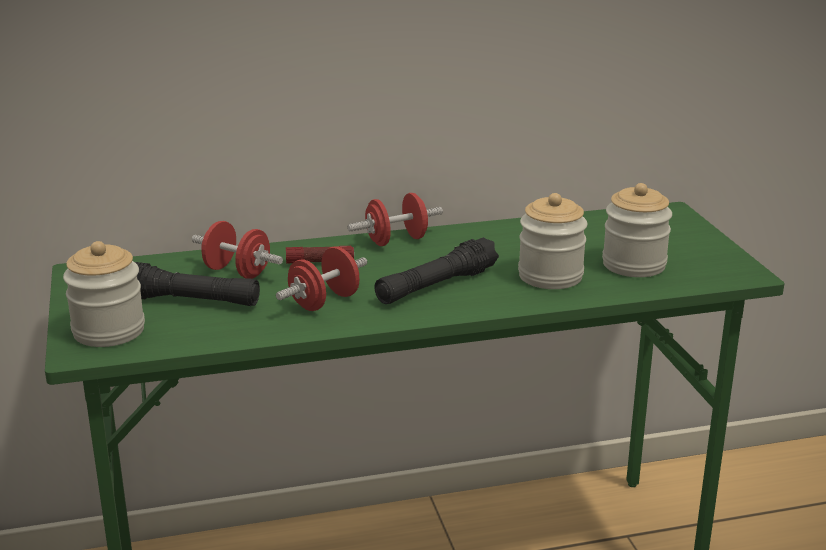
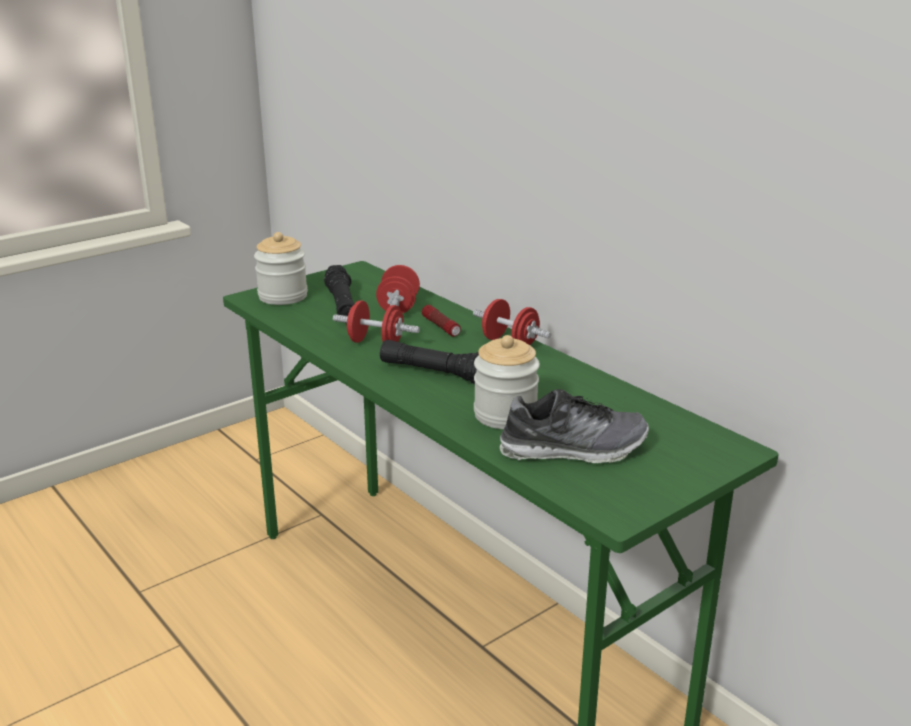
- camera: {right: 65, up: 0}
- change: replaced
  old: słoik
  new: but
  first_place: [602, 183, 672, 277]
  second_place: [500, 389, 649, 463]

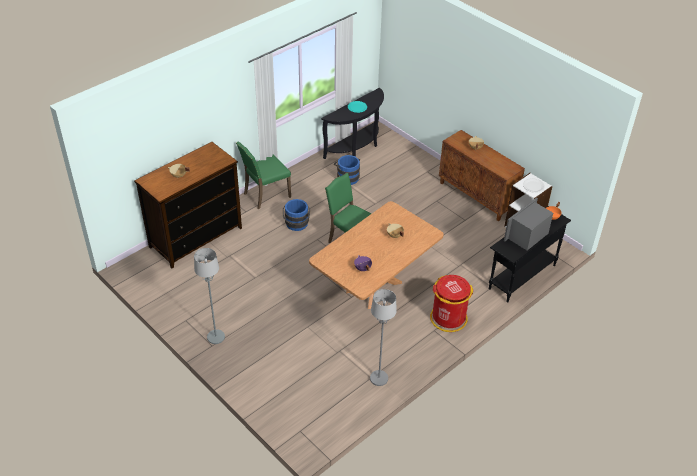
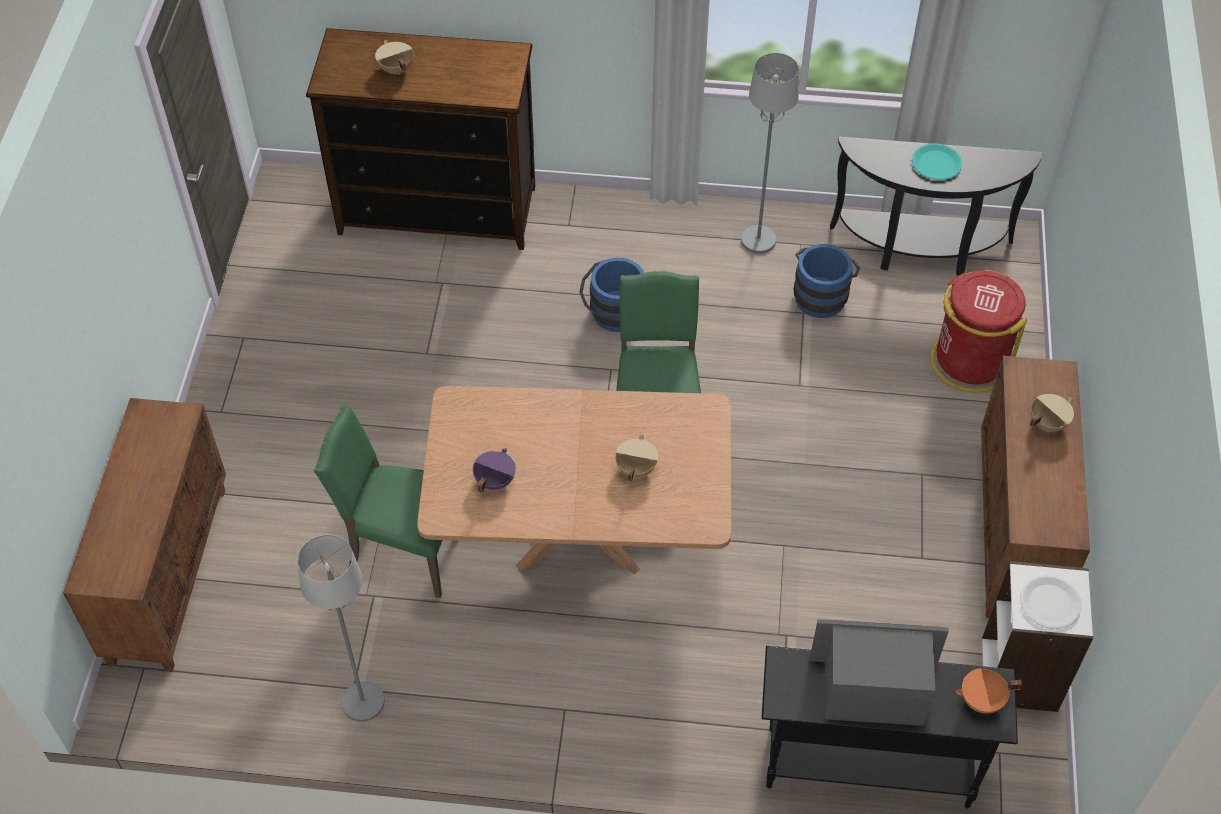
- camera: {right: 50, up: 10}
- change: added
  new: szafka (brązowy)
  second_place: [63, 398, 226, 672]
- change: moved
  old: krzesło (zielony)
  first_place: [236, 141, 291, 209]
  second_place: [314, 405, 443, 598]
- change: moved
  old: lampa stojąca (szary)
  first_place: [194, 248, 225, 344]
  second_place: [741, 53, 799, 254]
- change: moved
  old: kosz na śmieci (czerwony)
  first_place: [430, 275, 473, 332]
  second_place: [930, 270, 1027, 393]

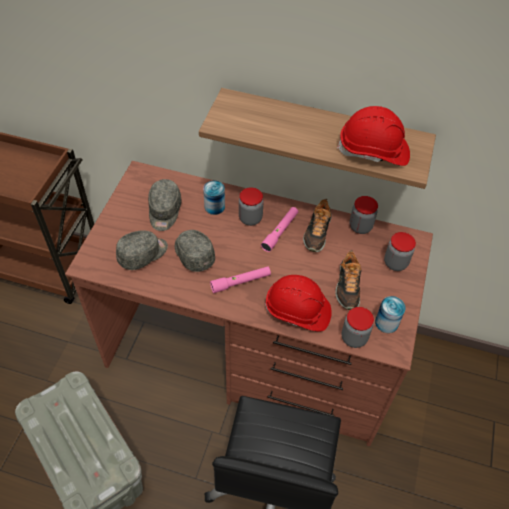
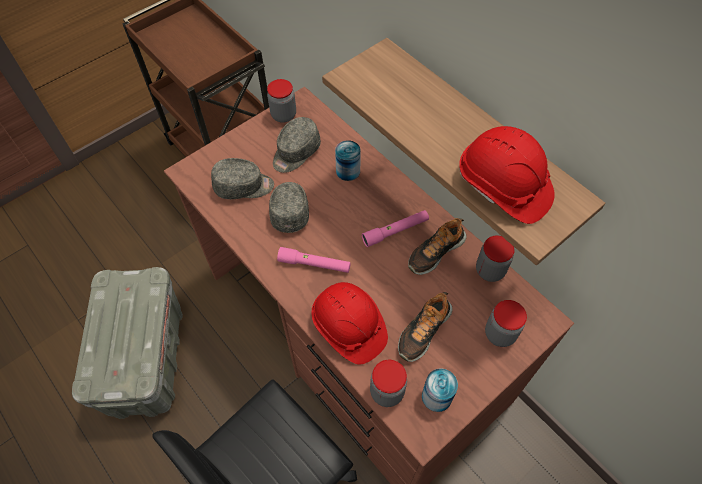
- camera: {right: 35, up: 5}
- change: moved
  old: słoik
  first_place: [239, 187, 263, 226]
  second_place: [267, 79, 296, 123]

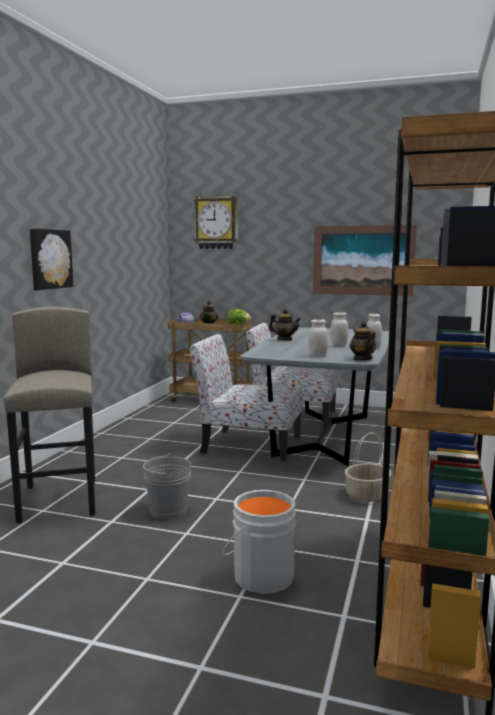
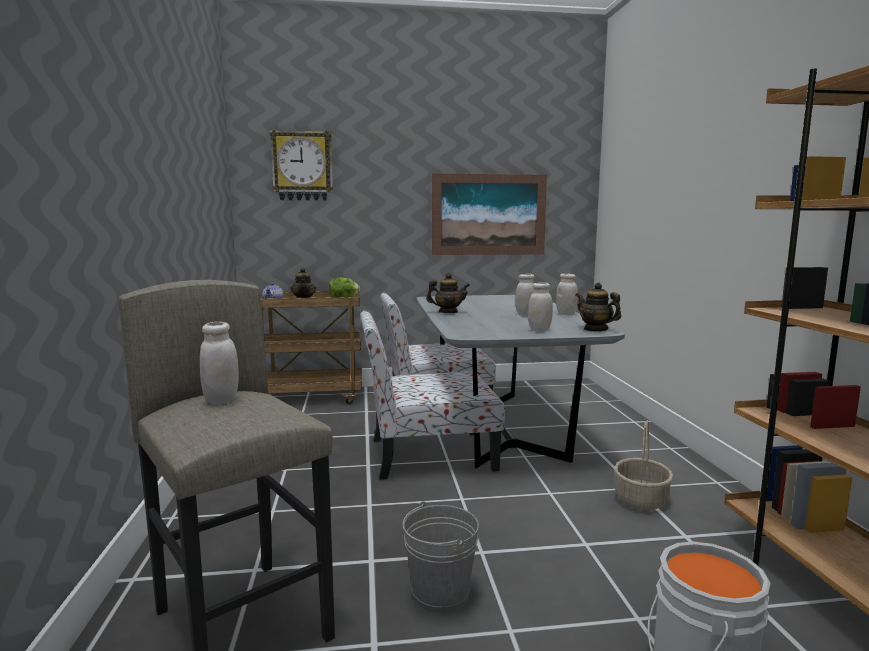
- camera: {right: -25, up: 0}
- change: added
  new: słoik (biały)
  second_place: [200, 322, 239, 404]
- change: removed
  old: obraz
  first_place: [30, 229, 73, 290]

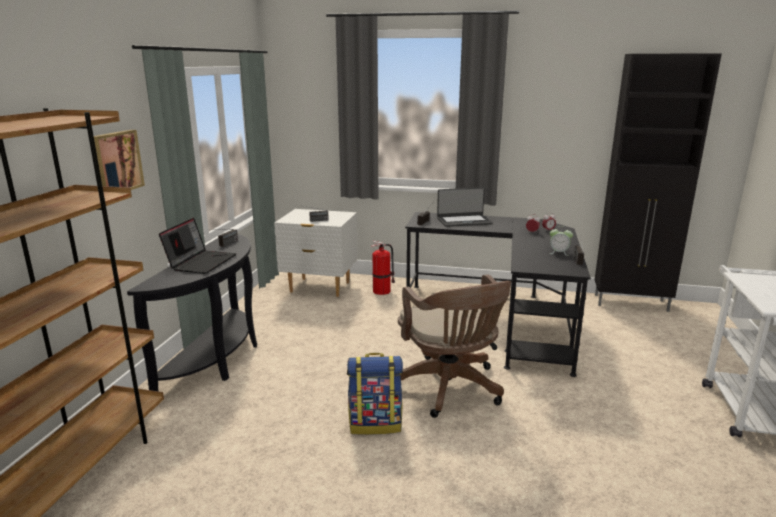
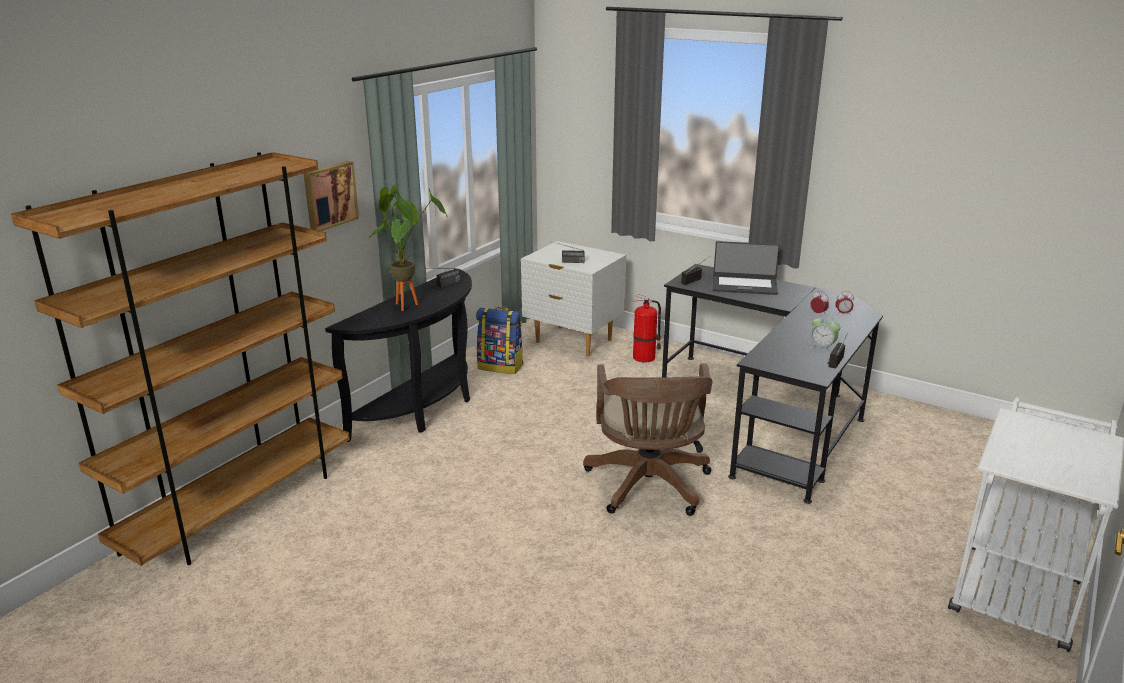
- camera: {right: 20, up: 5}
- change: replaced
  old: laptop
  new: roślina doniczkowa
  first_place: [159, 218, 236, 274]
  second_place: [369, 185, 447, 311]
- change: moved
  old: plecak
  first_place: [347, 353, 403, 435]
  second_place: [476, 307, 524, 374]
- change: removed
  old: szafka (czarny)
  first_place: [595, 53, 722, 312]

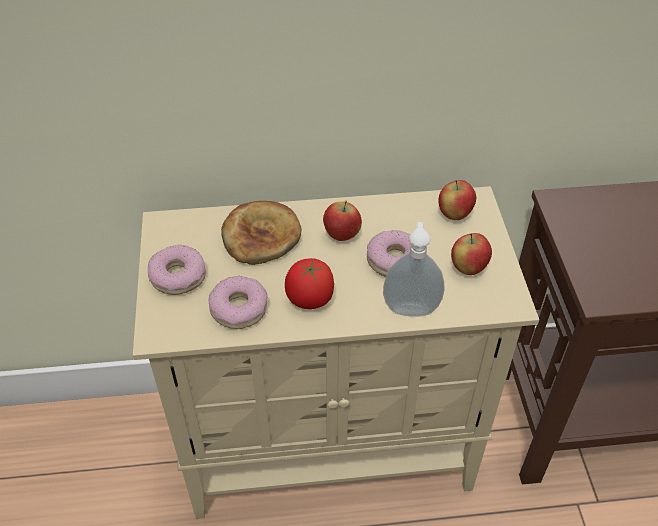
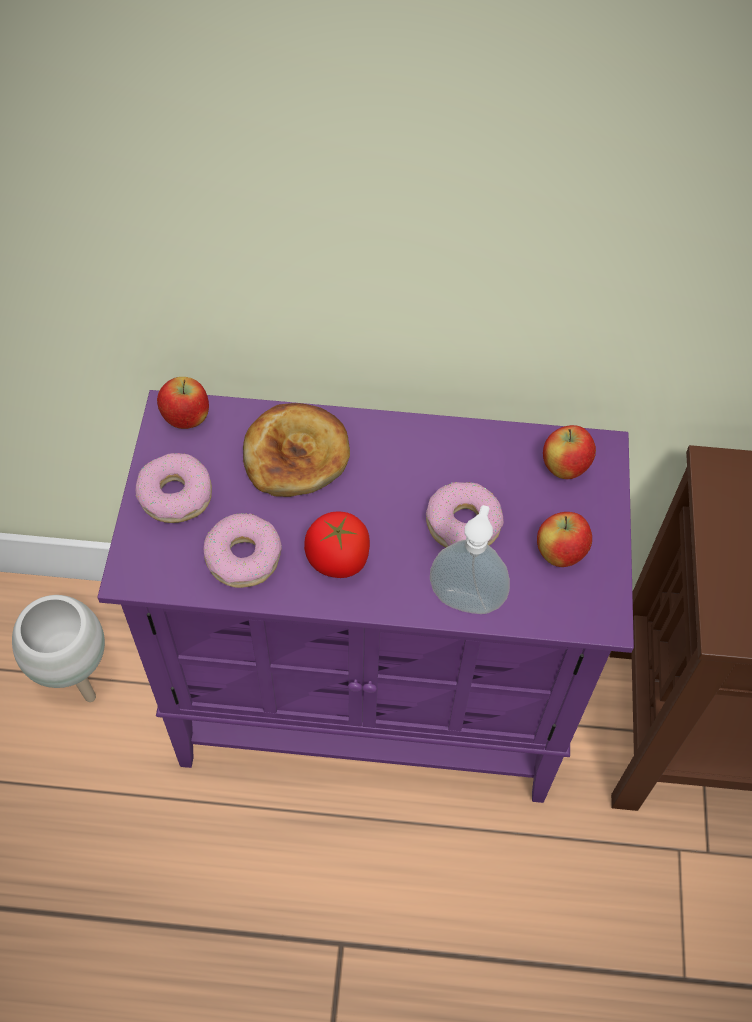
- camera: {right: 10, up: 10}
- change: added
  new: donica (biały)
  second_place: [12, 595, 105, 702]
- change: recoloured
  old: szafka (beżowy)
  new: szafka (fioletowy)
  first_place: [133, 186, 539, 519]
  second_place: [97, 390, 634, 803]
- change: moved
  old: jabłko
  first_place: [323, 201, 362, 241]
  second_place: [157, 377, 209, 429]

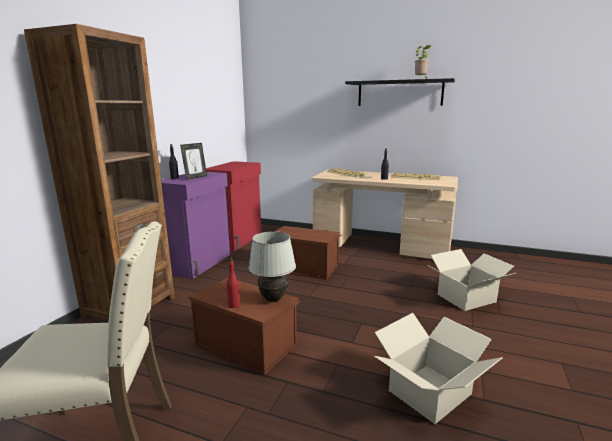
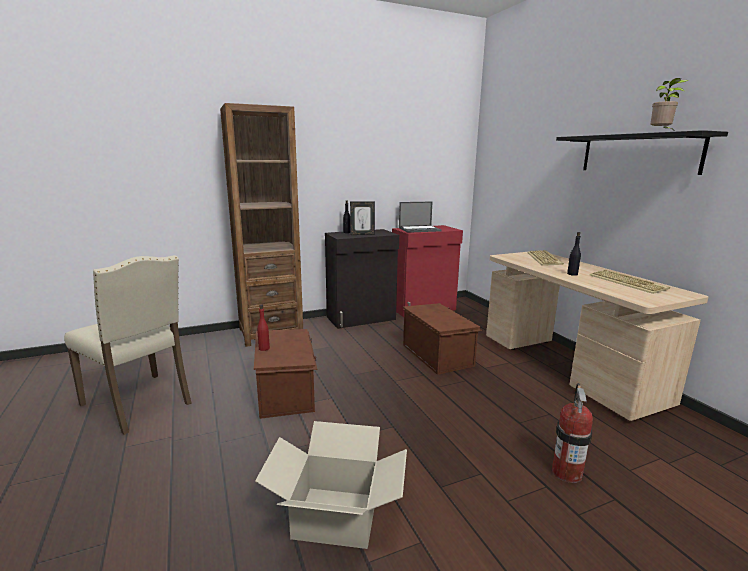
- camera: {right: 45, up: 0}
- change: recoloured
  old: szafka (fioletowy)
  new: szafka (czarny)
  first_place: [161, 172, 230, 279]
  second_place: [325, 229, 399, 329]
- change: added
  new: laptop
  second_place: [399, 202, 442, 233]
- change: replaced
  old: karton
  new: gaśnica
  first_place: [427, 249, 516, 311]
  second_place: [552, 383, 593, 483]
- change: removed
  old: lampa stołowa (biały)
  first_place: [249, 231, 296, 302]

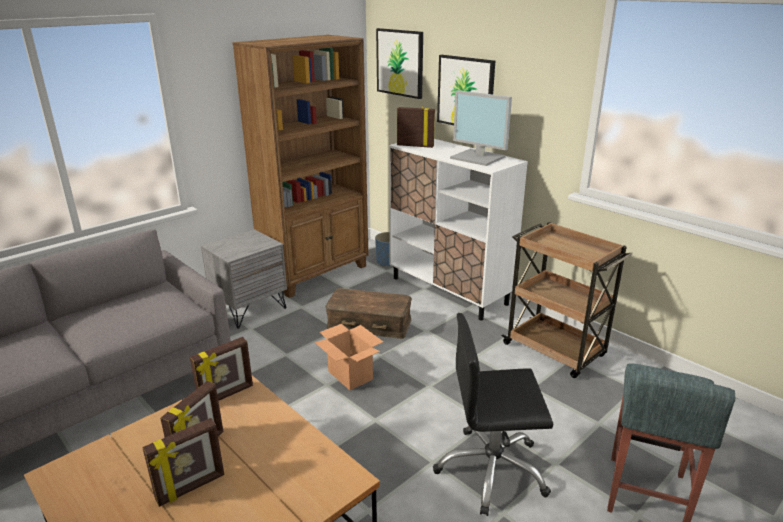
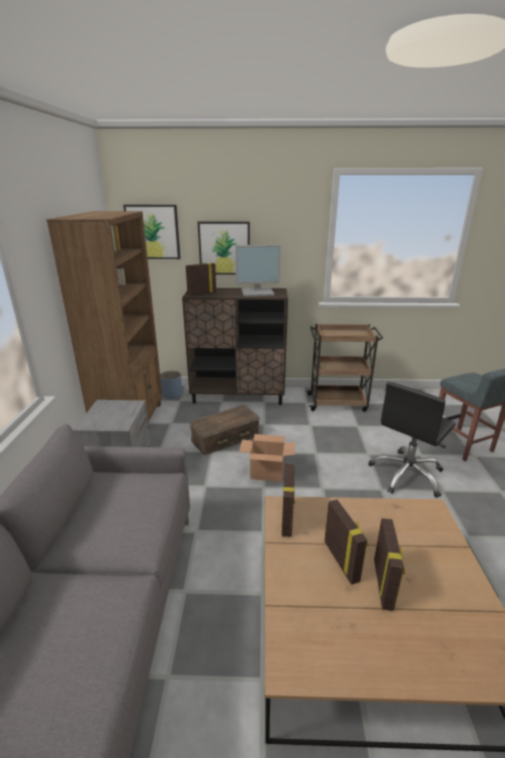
- camera: {right: -45, up: 0}
- change: recoloured
  old: szafka (biały)
  new: szafka (brązowy)
  first_place: [389, 139, 528, 320]
  second_place: [182, 288, 288, 405]

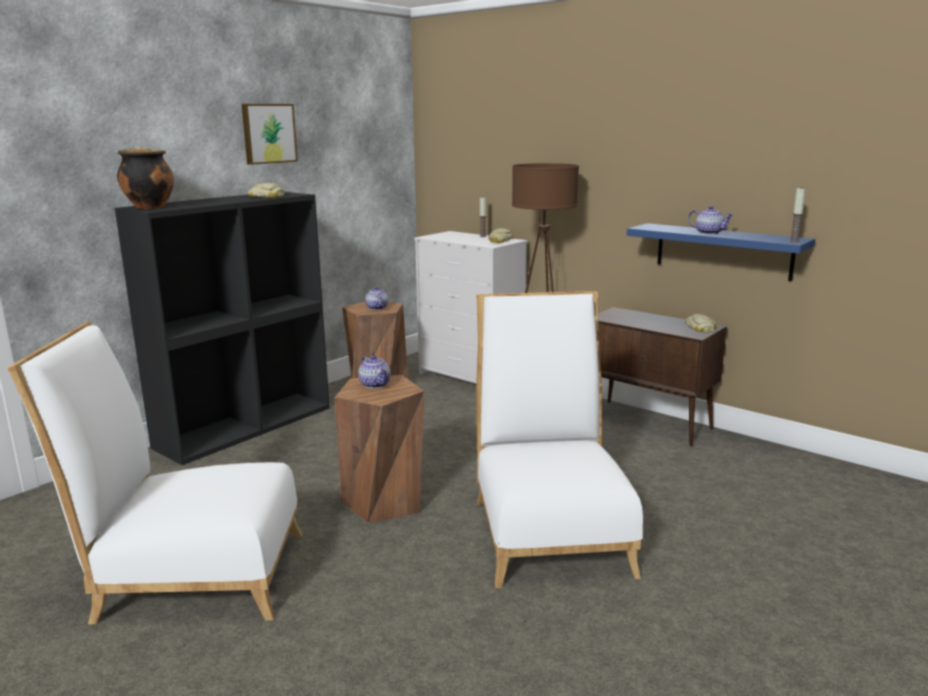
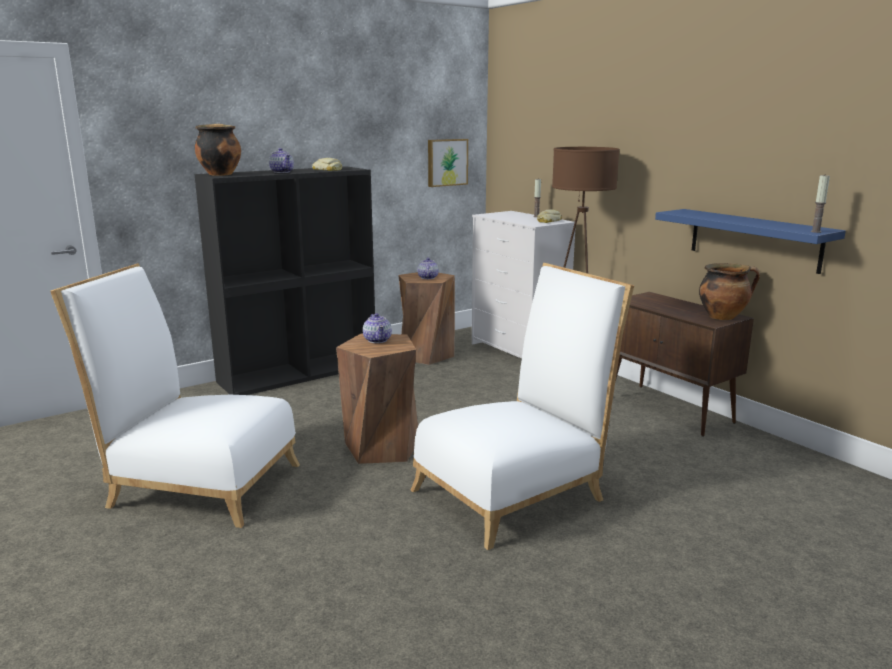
- camera: {right: 15, up: 0}
- change: moved
  old: imbryk
  first_place: [688, 206, 734, 235]
  second_place: [269, 148, 294, 173]
- change: turned
  old: krzesło (biały)
  first_place: [476, 291, 643, 588]
  second_place: [411, 263, 634, 550]
  degrees: 45
- change: moved
  old: obraz
  first_place: [242, 104, 298, 165]
  second_place: [428, 139, 468, 187]
- change: replaced
  old: chleb
  new: garnek
  first_place: [685, 314, 717, 332]
  second_place: [699, 263, 760, 320]

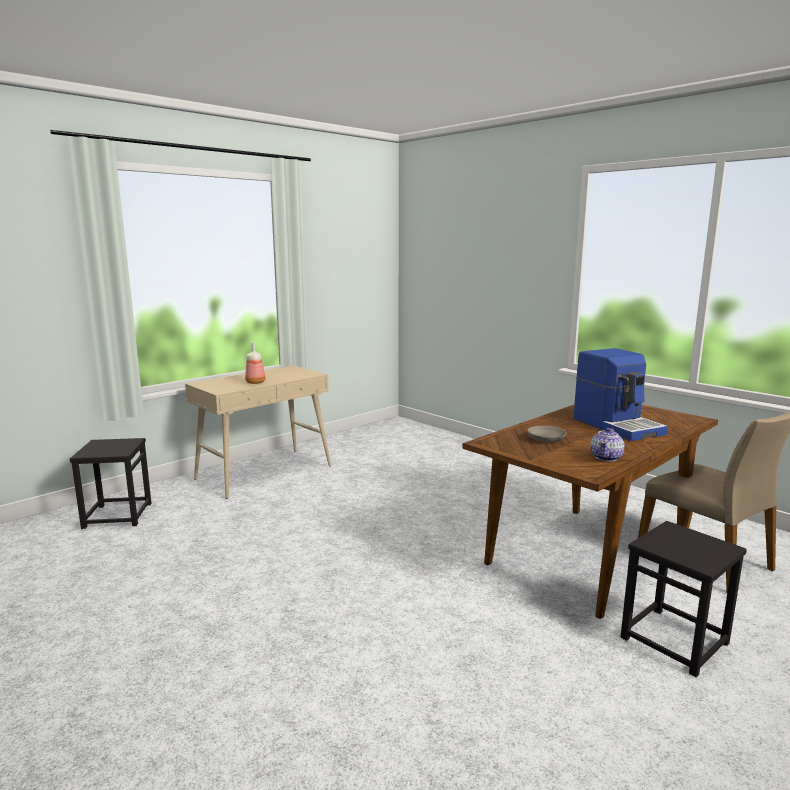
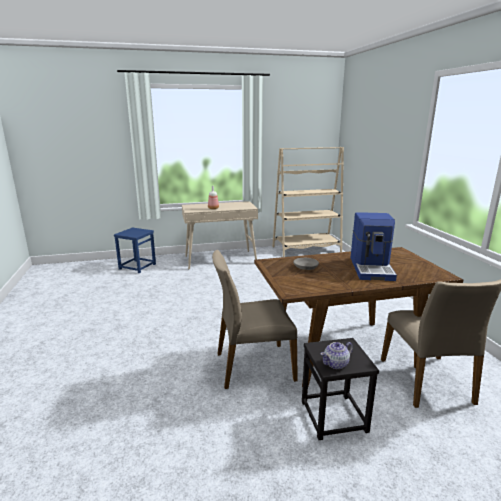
- camera: {right: 30, up: 5}
- change: recoloured
  old: stołek (czarny)
  new: stołek (niebieski)
  first_place: [70, 438, 151, 529]
  second_place: [114, 227, 156, 273]
- change: added
  new: krzesło (beżowy)
  second_place: [212, 250, 298, 389]
- change: added
  new: regał (beżowy)
  second_place: [273, 147, 344, 257]
- change: moved
  old: imbryk
  first_place: [590, 428, 624, 462]
  second_place: [321, 342, 353, 369]

